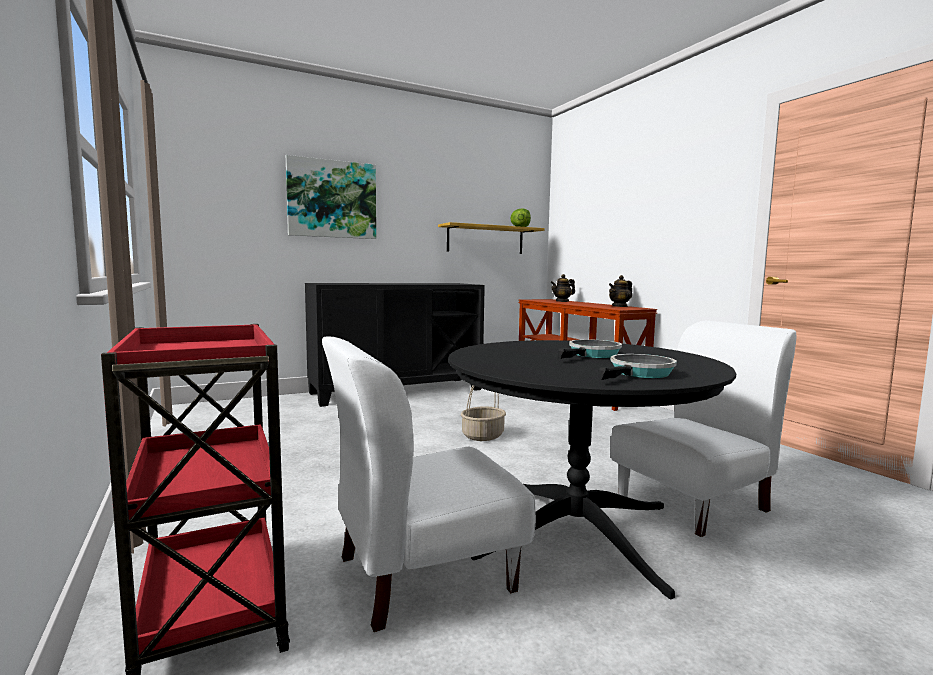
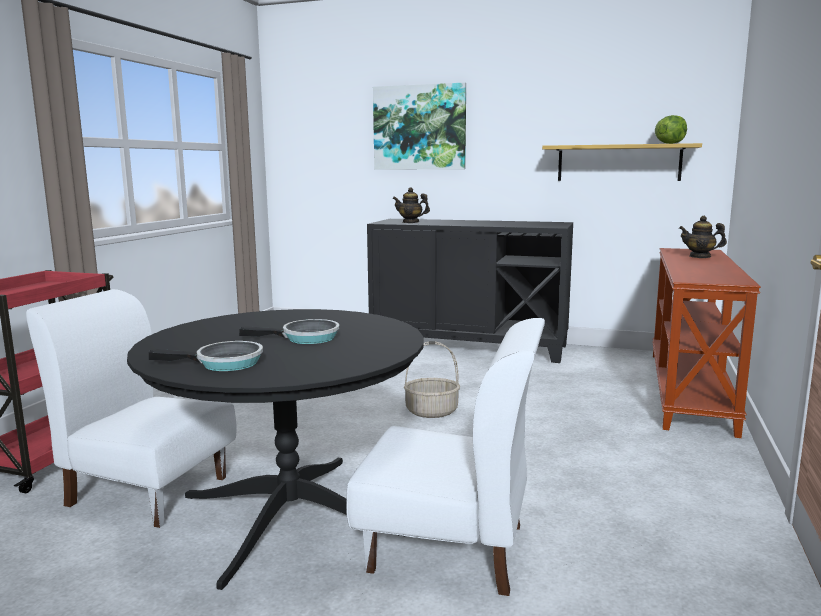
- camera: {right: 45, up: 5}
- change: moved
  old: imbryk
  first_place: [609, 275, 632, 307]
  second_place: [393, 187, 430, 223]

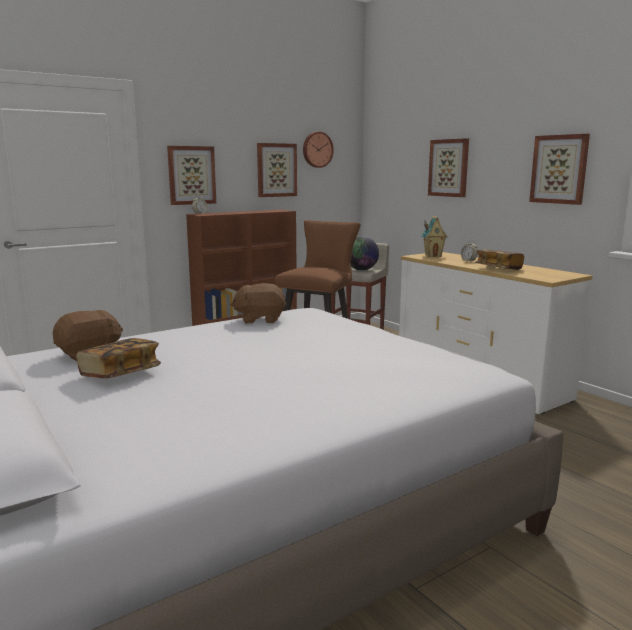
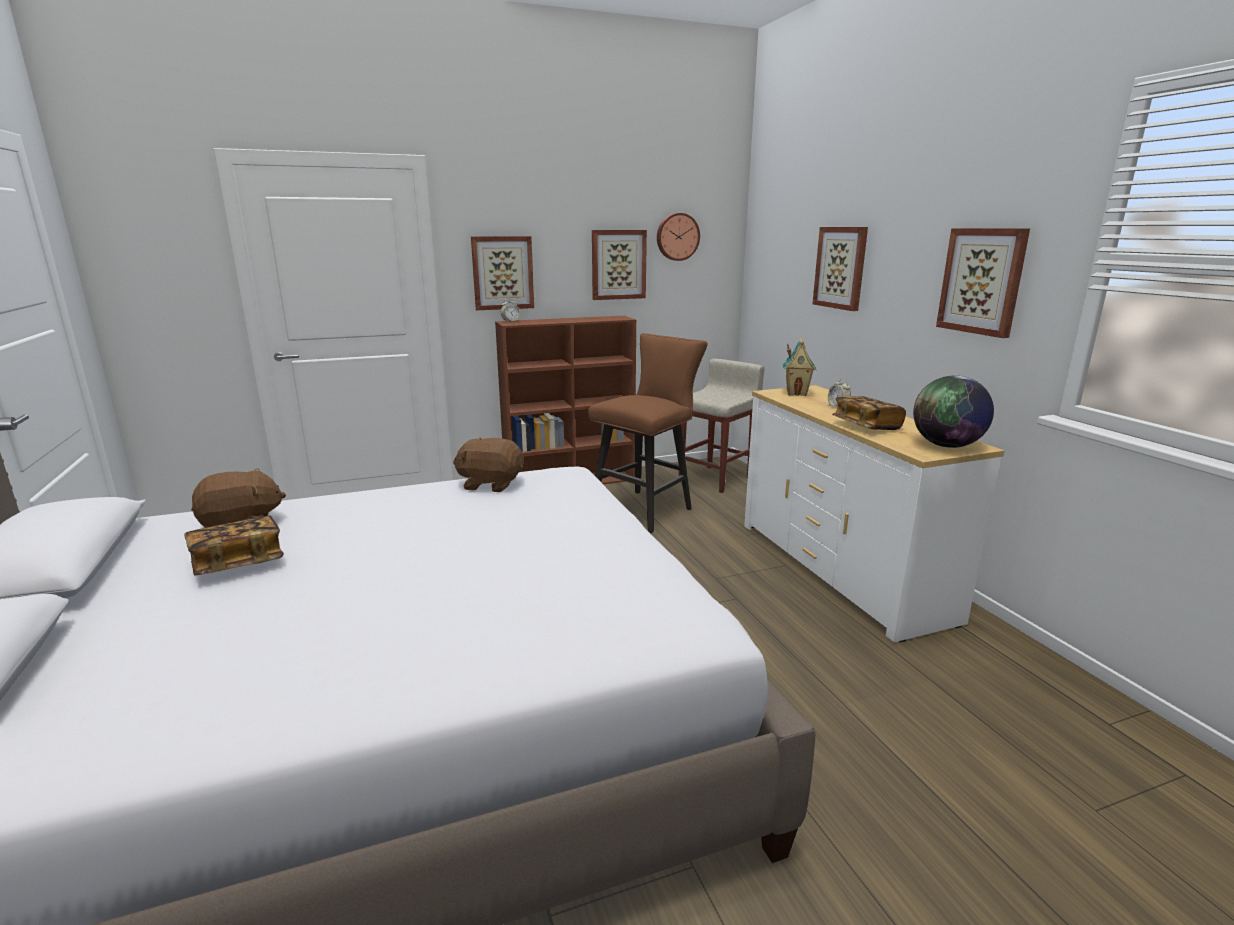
- camera: {right: 15, up: 5}
- change: moved
  old: globus
  first_place: [351, 236, 379, 270]
  second_place: [913, 375, 994, 448]

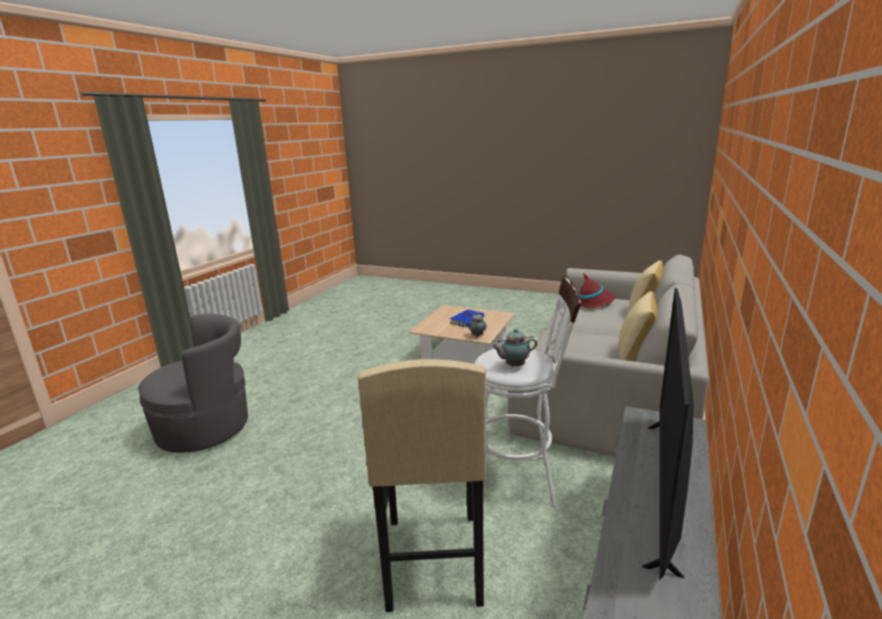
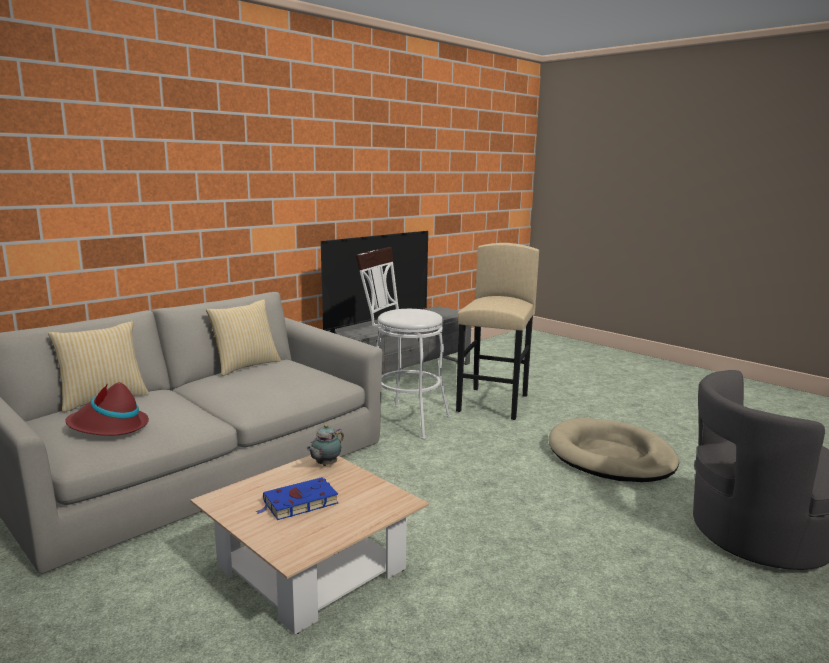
- camera: {right: -160, up: -5}
- change: added
  new: legowisko (beżowy)
  second_place: [549, 418, 679, 482]
- change: removed
  old: imbryk
  first_place: [492, 329, 537, 367]

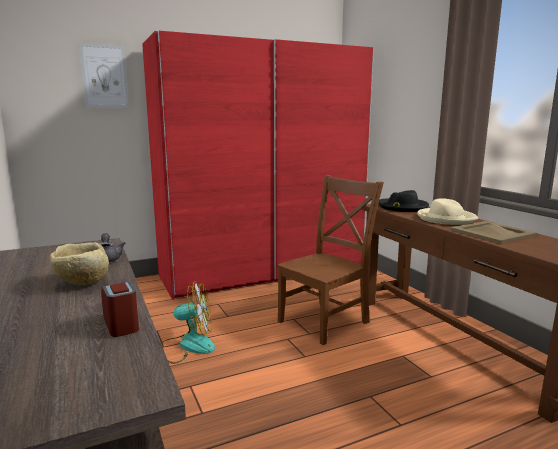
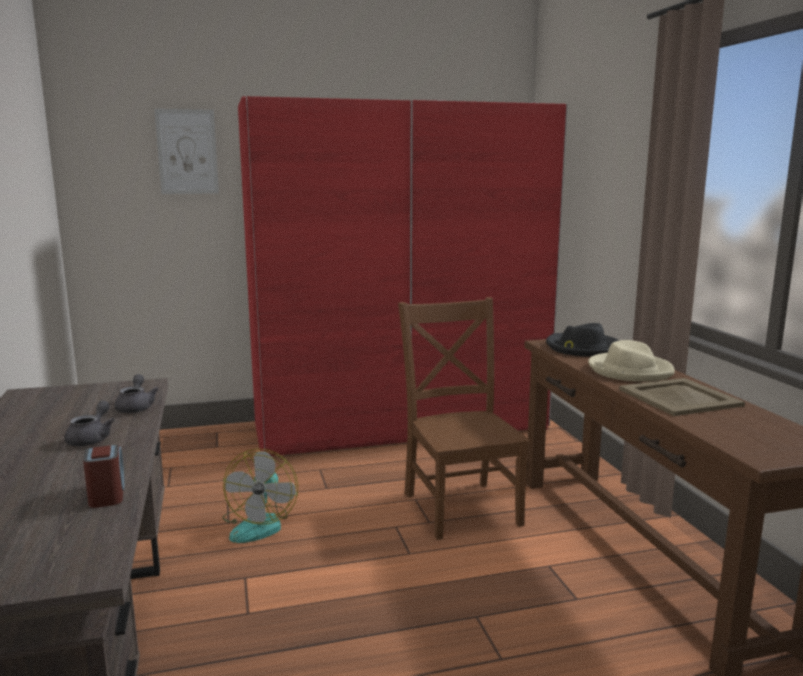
- camera: {right: 10, up: 0}
- change: replaced
  old: miska (beżowy)
  new: imbryk (szary)
  first_place: [50, 242, 109, 285]
  second_place: [64, 401, 114, 446]
- change: turned
  old: wentylator
  first_place: [161, 282, 215, 364]
  second_place: [222, 449, 298, 543]
  degrees: 90
- change: turned
  old: krzesło (brązowy)
  first_place: [277, 175, 384, 345]
  second_place: [398, 297, 531, 540]
  degrees: -75

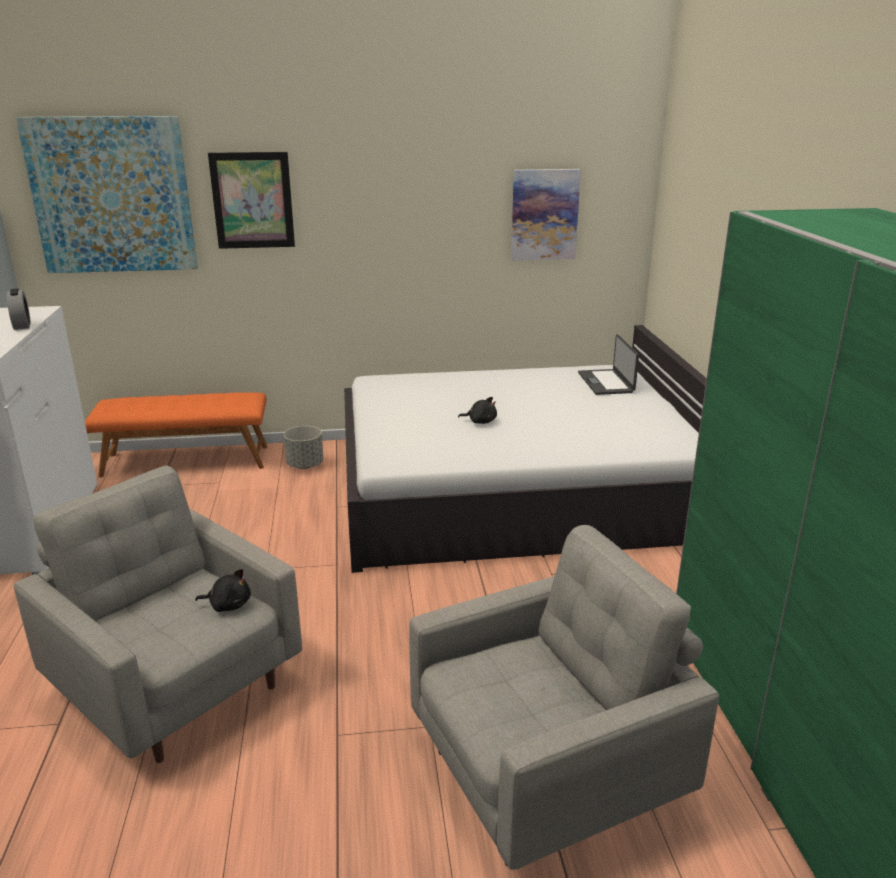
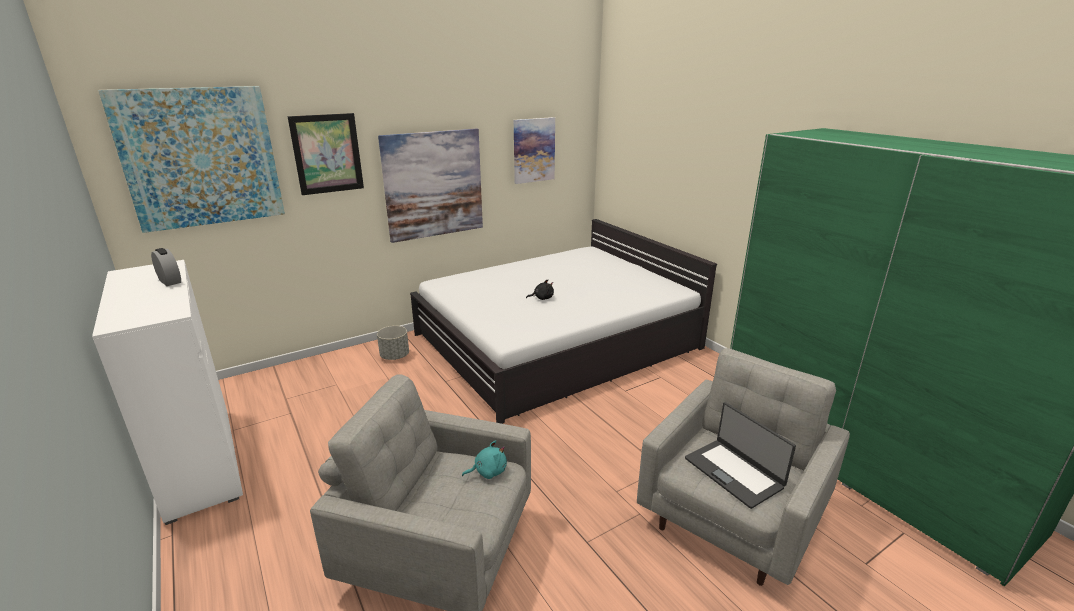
- camera: {right: -25, up: 0}
- change: added
  new: obraz
  second_place: [378, 128, 483, 243]
- change: recoloured
  old: pluszak (czarny)
  new: pluszak (turkusowy)
  first_place: [195, 569, 251, 612]
  second_place: [462, 440, 507, 479]
- change: moved
  old: laptop
  first_place: [578, 334, 639, 395]
  second_place: [685, 402, 796, 509]
- change: removed
  old: ławka (pomarańczowy)
  first_place: [85, 392, 267, 478]

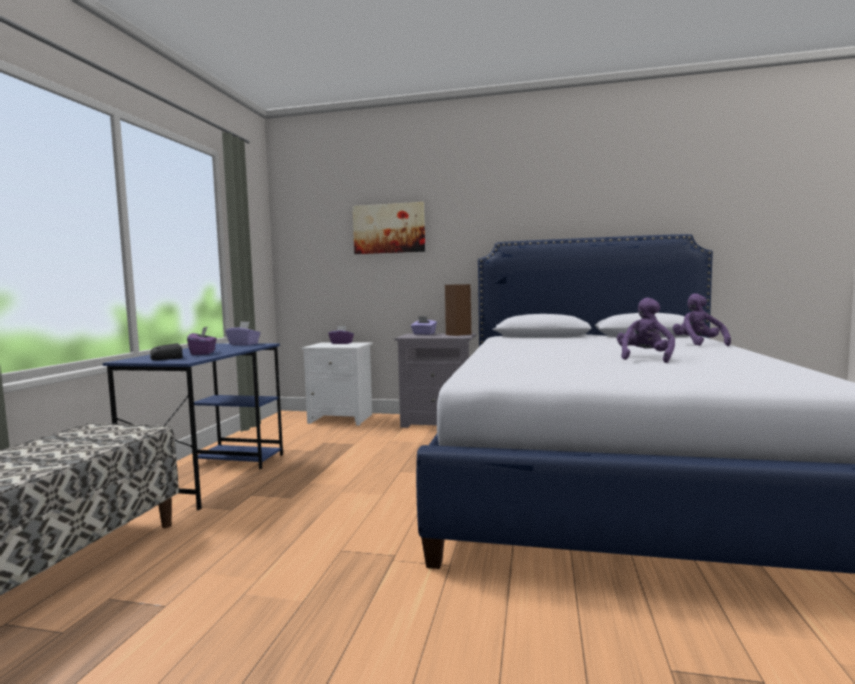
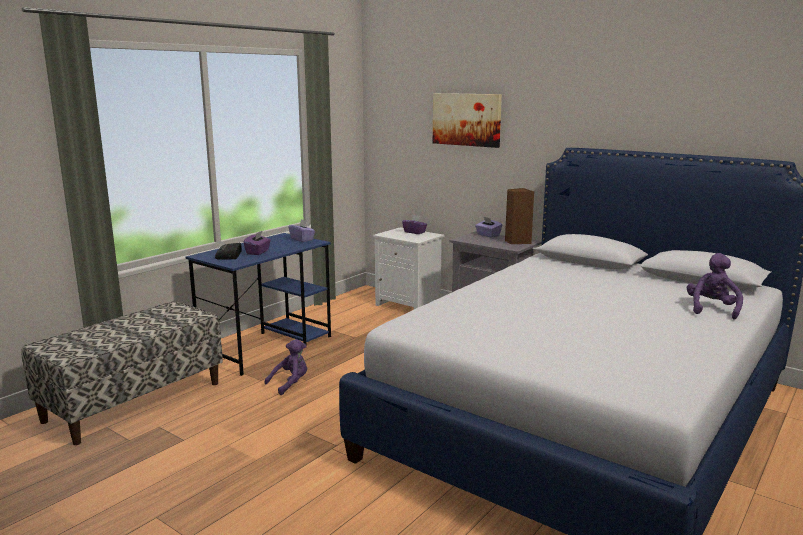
- camera: {right: 25, up: 10}
- change: moved
  old: pluszak (fioletowy)
  first_place: [617, 297, 675, 363]
  second_place: [264, 339, 307, 395]

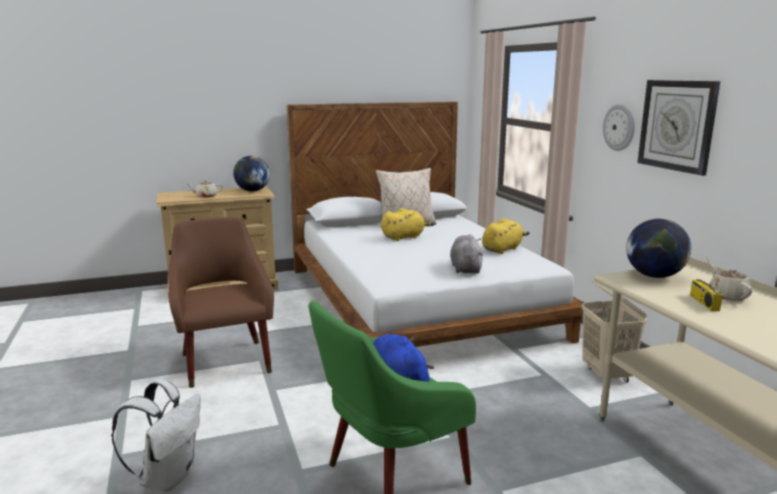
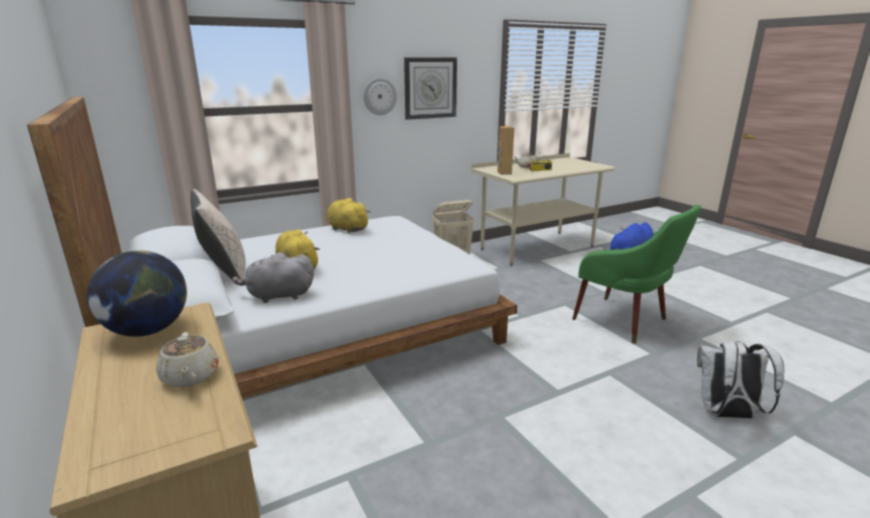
- camera: {right: -100, up: 5}
- change: moved
  old: pluszak (szary)
  first_place: [450, 234, 483, 274]
  second_place: [232, 252, 314, 303]
- change: replaced
  old: globus
  new: głośnik (brązowy)
  first_place: [626, 219, 691, 278]
  second_place: [497, 126, 514, 175]
- change: removed
  old: fotel (brązowy)
  first_place: [169, 217, 274, 388]

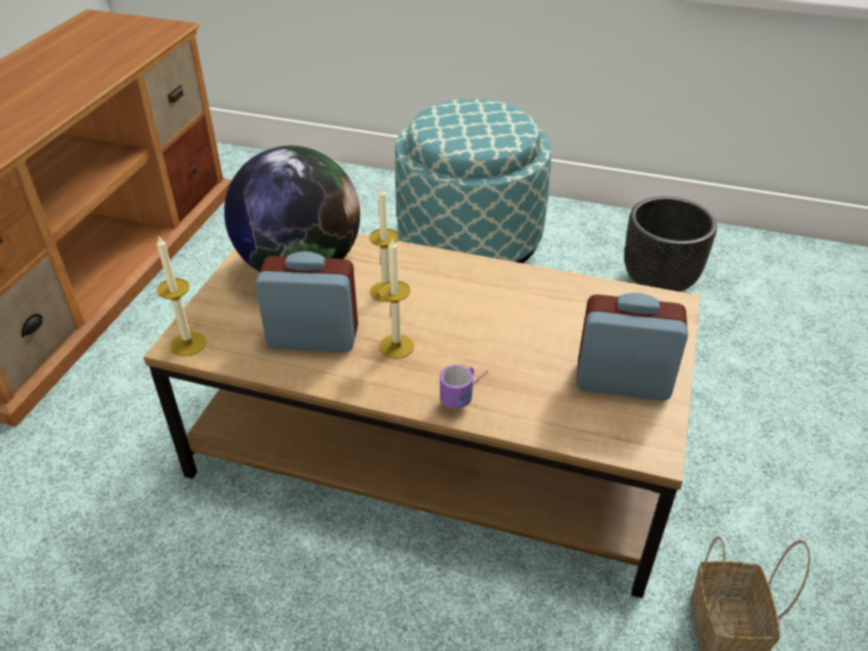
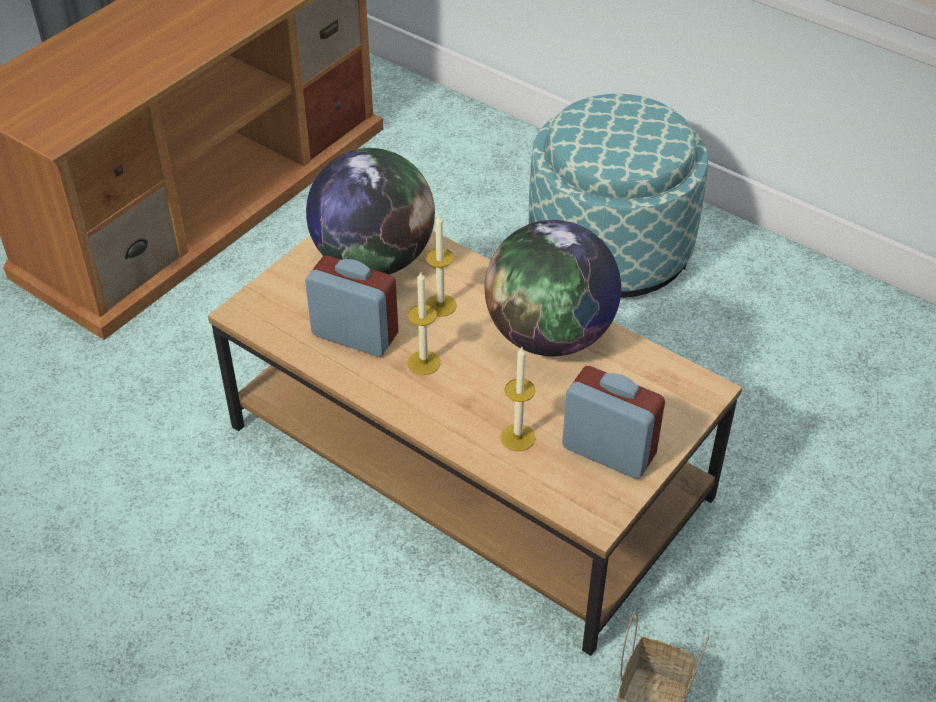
- camera: {right: 20, up: 5}
- change: added
  new: globus
  second_place: [485, 220, 621, 356]
- change: moved
  old: świeca
  first_place: [157, 237, 206, 356]
  second_place: [500, 347, 536, 451]
- change: removed
  old: kubek
  first_place: [440, 365, 488, 409]
- change: removed
  old: donica (czarny)
  first_place: [624, 196, 717, 292]

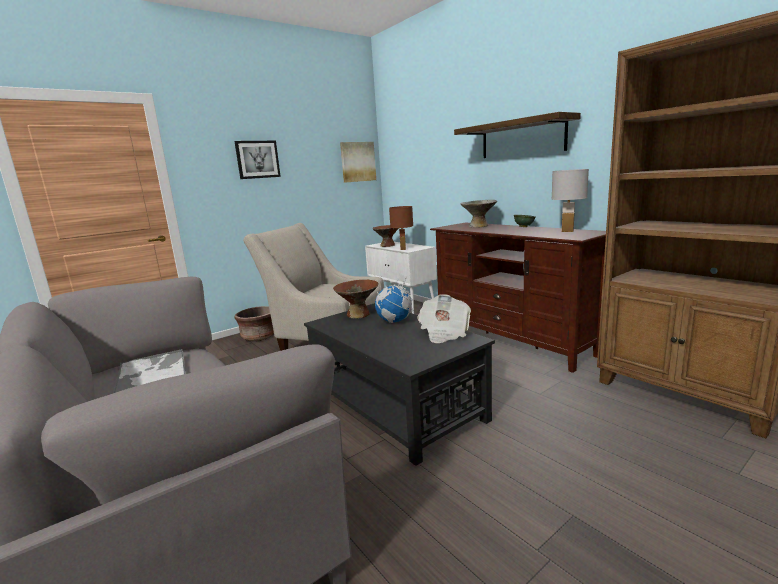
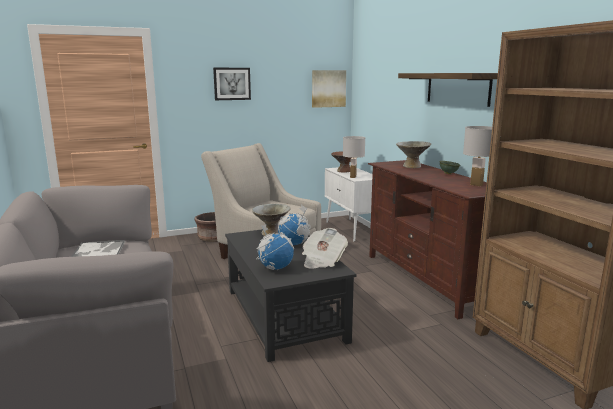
- camera: {right: 15, up: 0}
- change: recoloured
  old: miska (brązowy)
  new: miska (szary)
  first_place: [333, 280, 378, 318]
  second_place: [252, 204, 291, 236]
- change: added
  new: globus
  second_place: [256, 224, 294, 270]
- change: recoloured
  old: lampa stołowa (brązowy)
  new: lampa stołowa (biały)
  first_place: [389, 206, 413, 250]
  second_place: [343, 136, 365, 178]

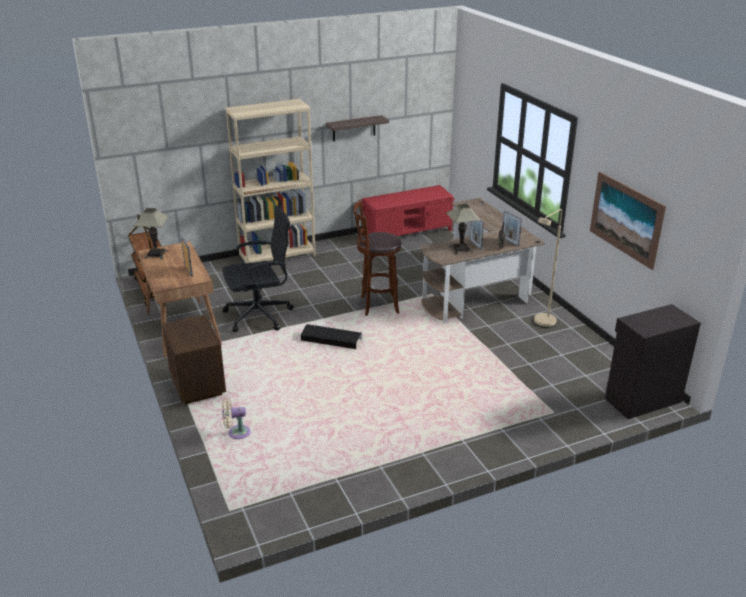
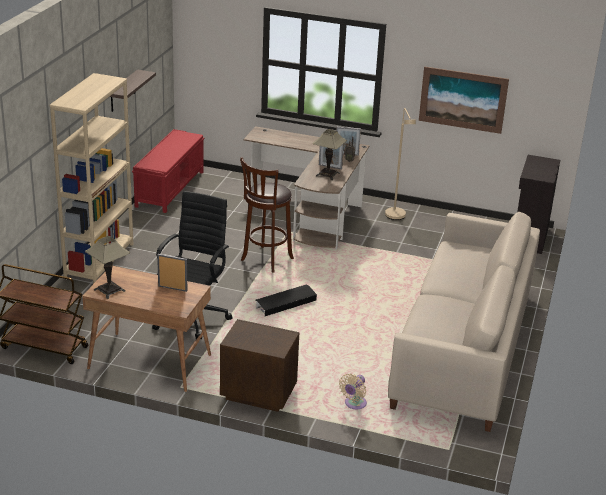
- camera: {right: -50, up: 0}
- change: added
  new: kanapa (beżowy)
  second_place: [388, 212, 540, 432]

